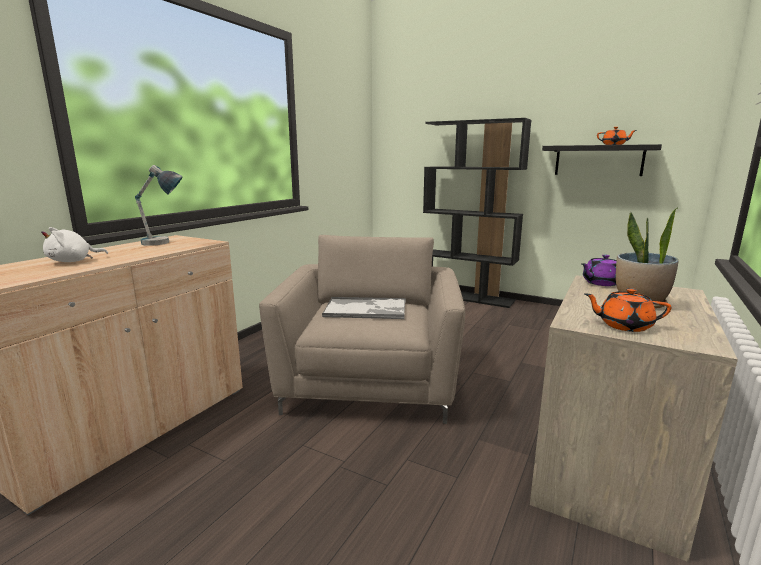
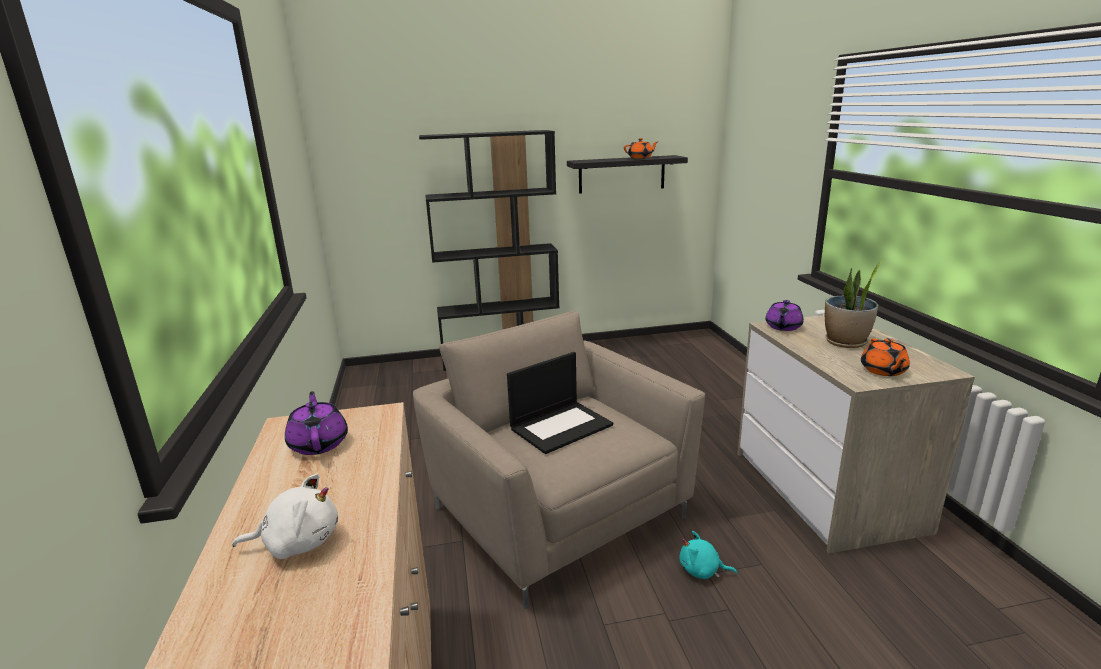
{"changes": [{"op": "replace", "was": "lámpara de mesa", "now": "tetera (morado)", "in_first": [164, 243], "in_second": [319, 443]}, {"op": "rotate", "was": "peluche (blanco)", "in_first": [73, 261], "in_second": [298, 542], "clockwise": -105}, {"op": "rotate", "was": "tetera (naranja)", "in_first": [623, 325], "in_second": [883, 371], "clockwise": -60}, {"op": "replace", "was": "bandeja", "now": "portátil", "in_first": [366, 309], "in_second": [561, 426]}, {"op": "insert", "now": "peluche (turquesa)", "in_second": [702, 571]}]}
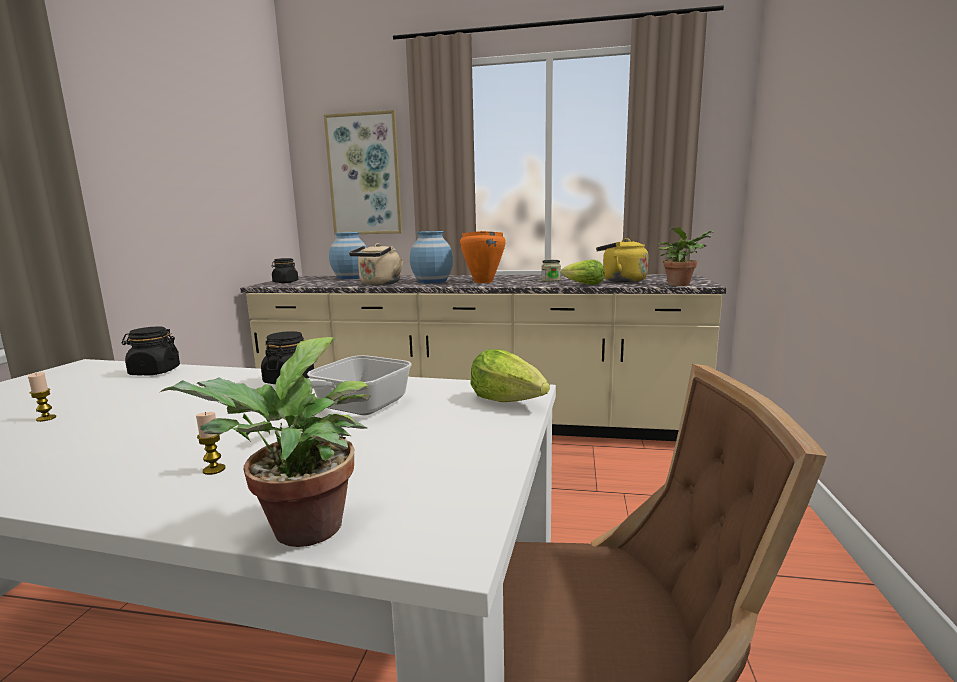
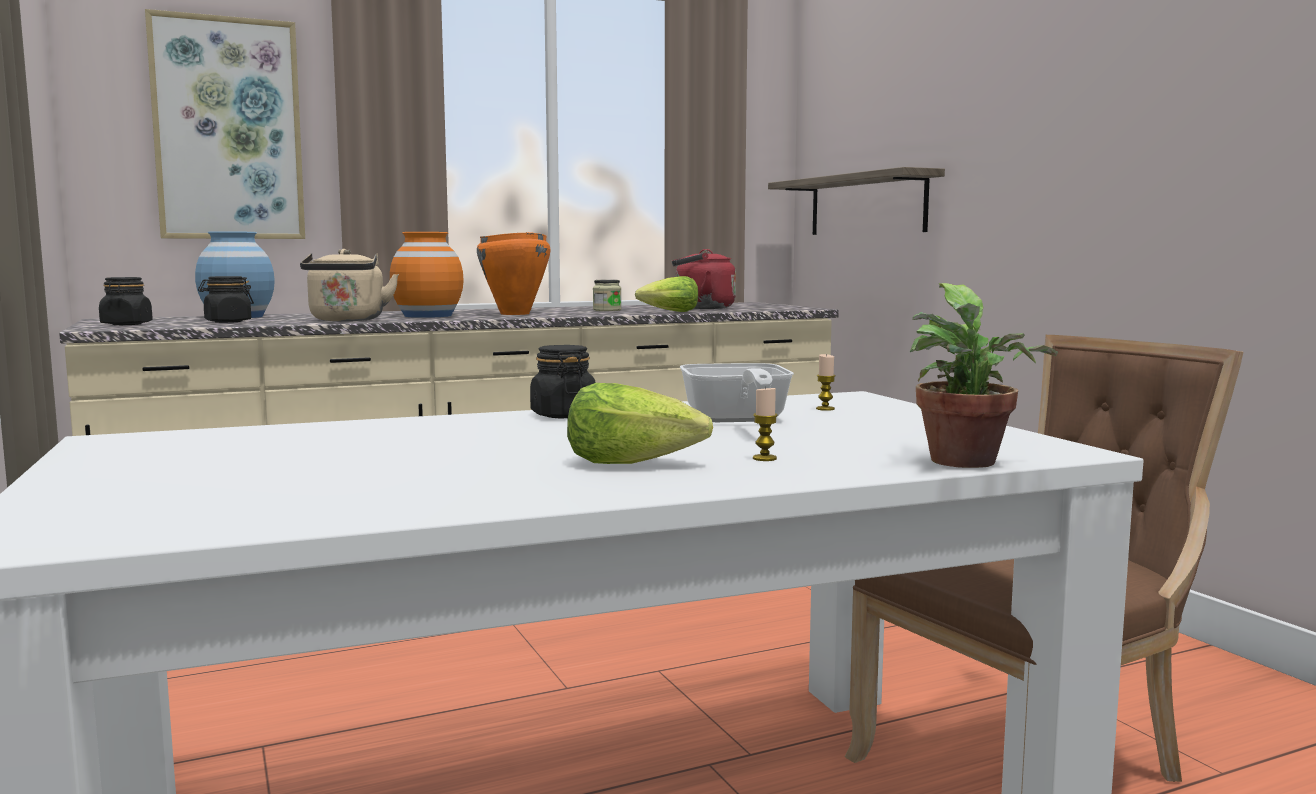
{"changes": [{"op": "delete", "was": "planta en maceta", "in_first": [680, 284]}, {"op": "recolor", "was": "florero (azul)", "now": "florero (naranja)", "in_first": [432, 281], "in_second": [427, 316]}, {"op": "recolor", "was": "hervidor (amarillo)", "now": "hervidor (rojo)", "in_first": [621, 281], "in_second": [700, 308]}, {"op": "move", "was": "tarro (negro)", "in_first": [154, 372], "in_second": [227, 321]}, {"op": "move", "was": "lechuga", "in_first": [509, 400], "in_second": [633, 462]}, {"op": "move", "was": "vela", "in_first": [46, 418], "in_second": [825, 409]}, {"op": "insert", "now": "estante", "in_second": [866, 205]}]}
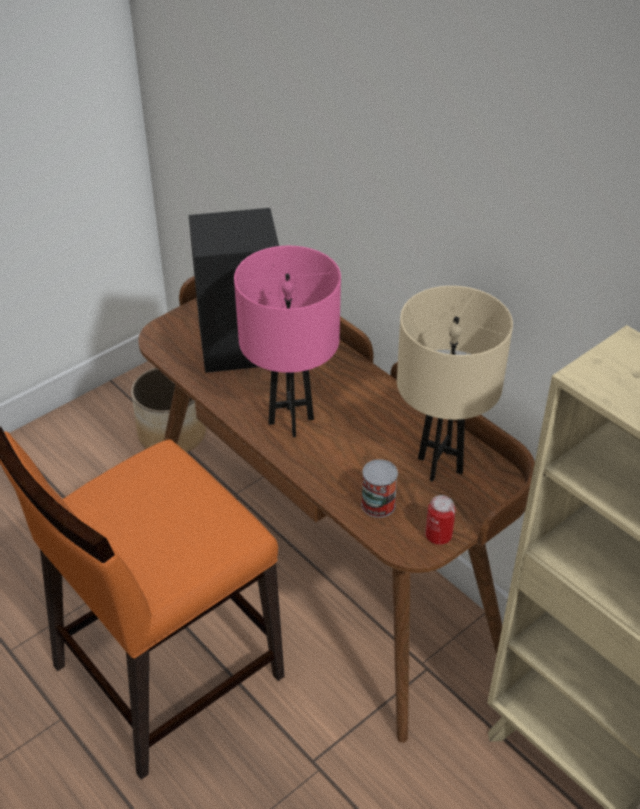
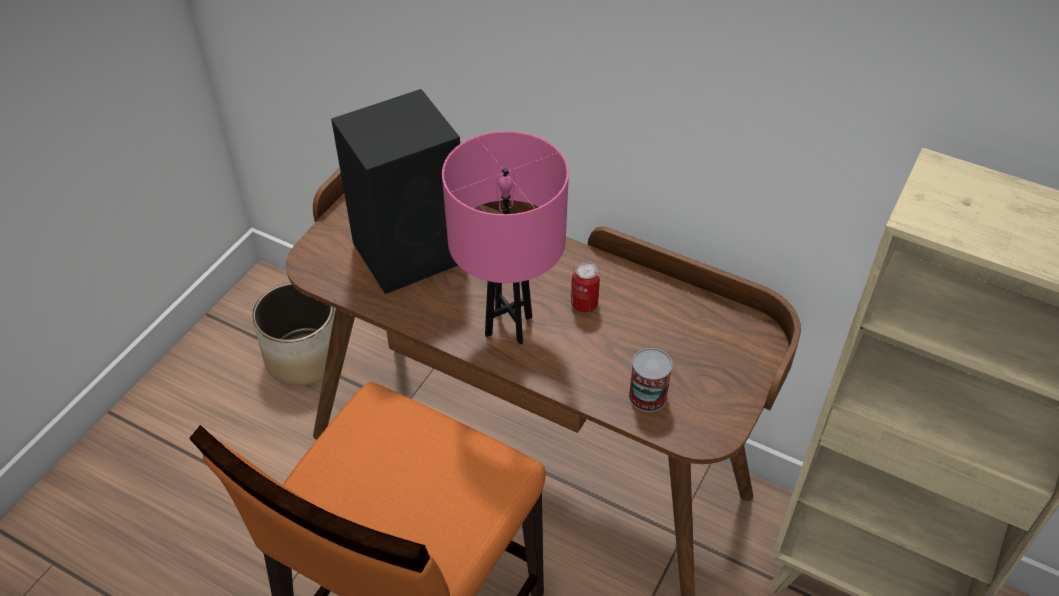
{"changes": [{"op": "delete", "was": "lámpara de mesa (beis)", "in_first": [440, 466]}, {"op": "move", "was": "lata", "in_first": [438, 536], "in_second": [584, 304]}]}
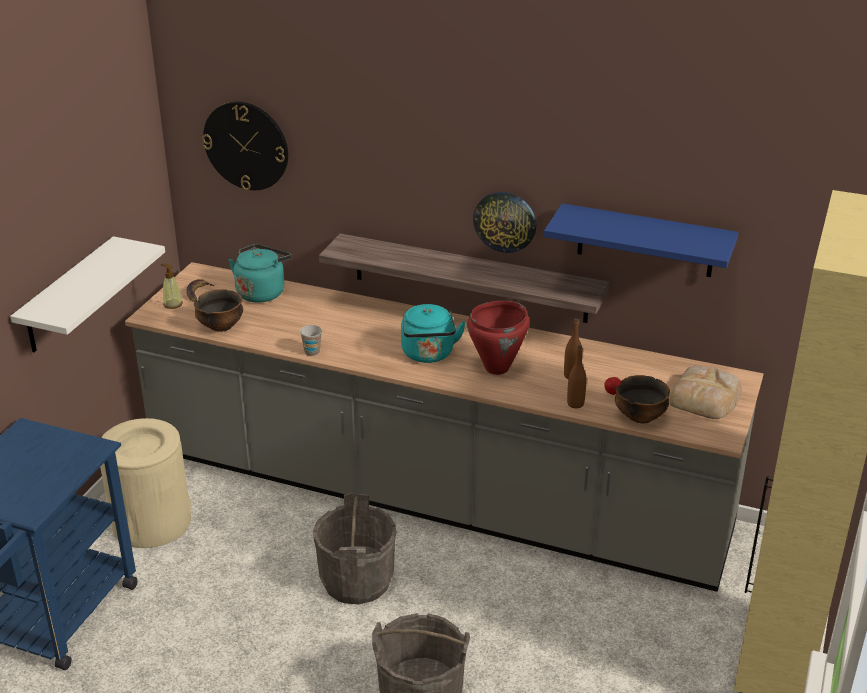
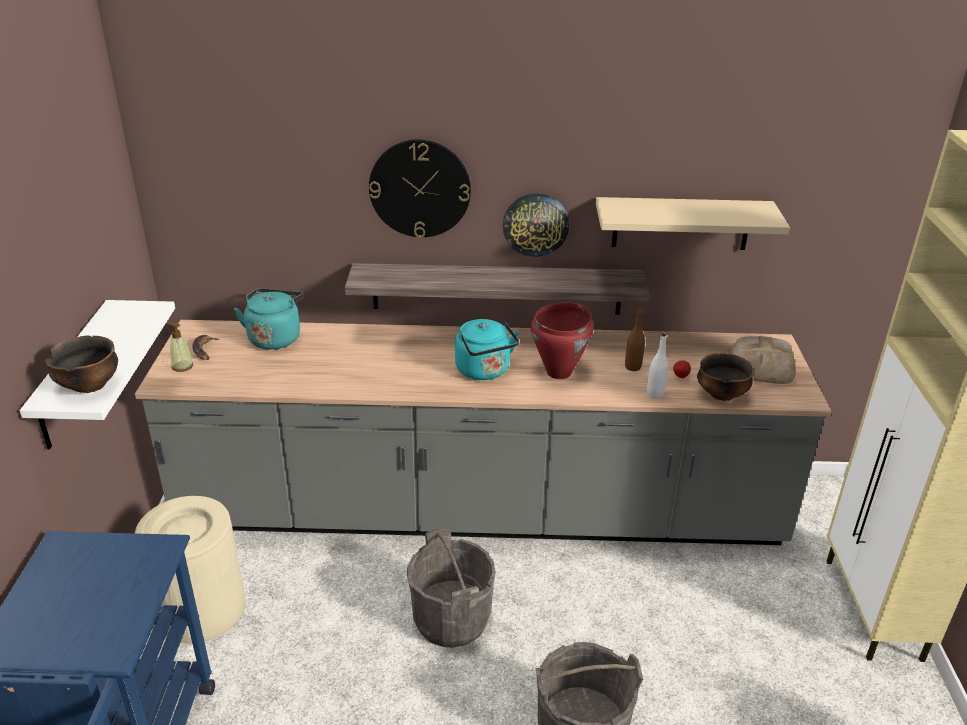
{"changes": [{"op": "move", "was": "reloj de pared", "in_first": [246, 145], "in_second": [420, 188]}, {"op": "recolor", "was": "estante (azul)", "now": "estante (beis)", "in_first": [645, 241], "in_second": [681, 223]}, {"op": "move", "was": "cuenco", "in_first": [221, 326], "in_second": [89, 386]}, {"op": "delete", "was": "taza", "in_first": [312, 352]}, {"op": "recolor", "was": "botella (marrón)", "now": "botella (blanco)", "in_first": [575, 404], "in_second": [655, 393]}]}
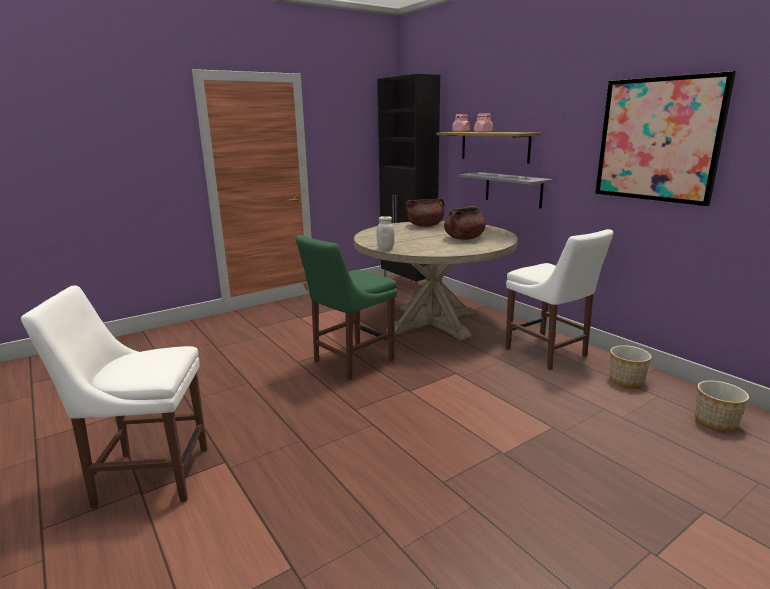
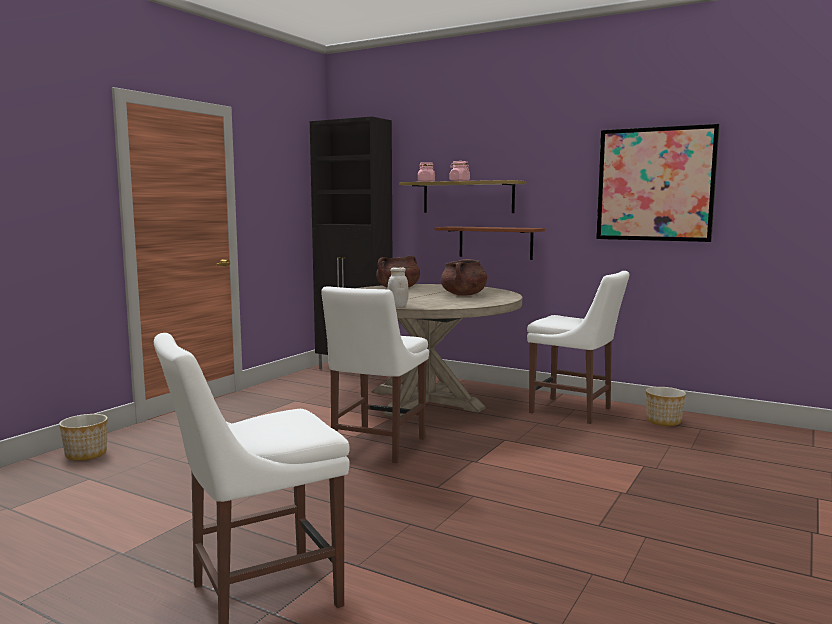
{"changes": [{"op": "recolor", "was": "estante (gris)", "now": "estante (marrón)", "in_first": [513, 189], "in_second": [495, 242]}, {"op": "recolor", "was": "silla (verde)", "now": "silla (blanco)", "in_first": [350, 361], "in_second": [376, 447]}, {"op": "move", "was": "maceta", "in_first": [715, 421], "in_second": [86, 454]}]}
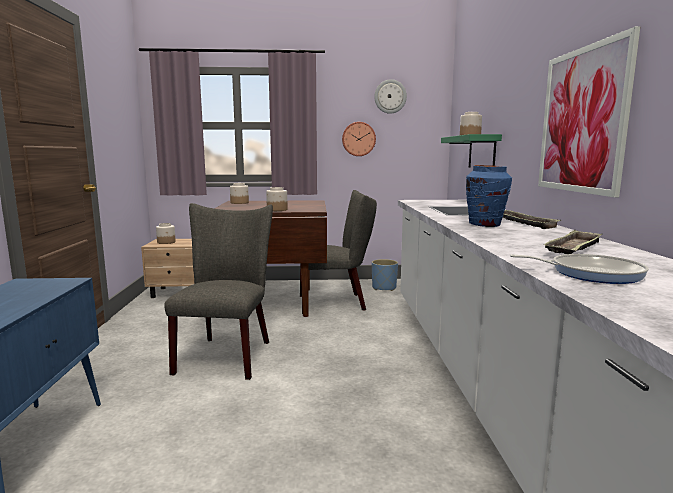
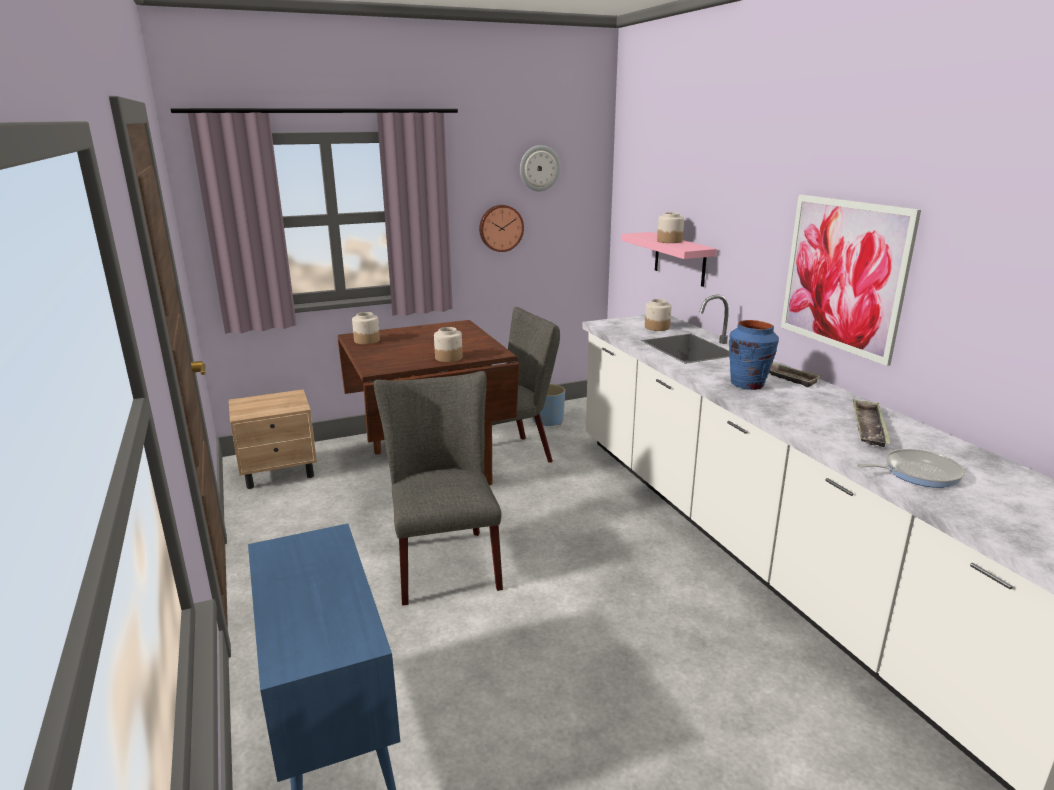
{"changes": [{"op": "recolor", "was": "estante (verde)", "now": "estante (rosa)", "in_first": [482, 152], "in_second": [680, 259]}, {"op": "move", "was": "tarro", "in_first": [166, 242], "in_second": [657, 327]}]}
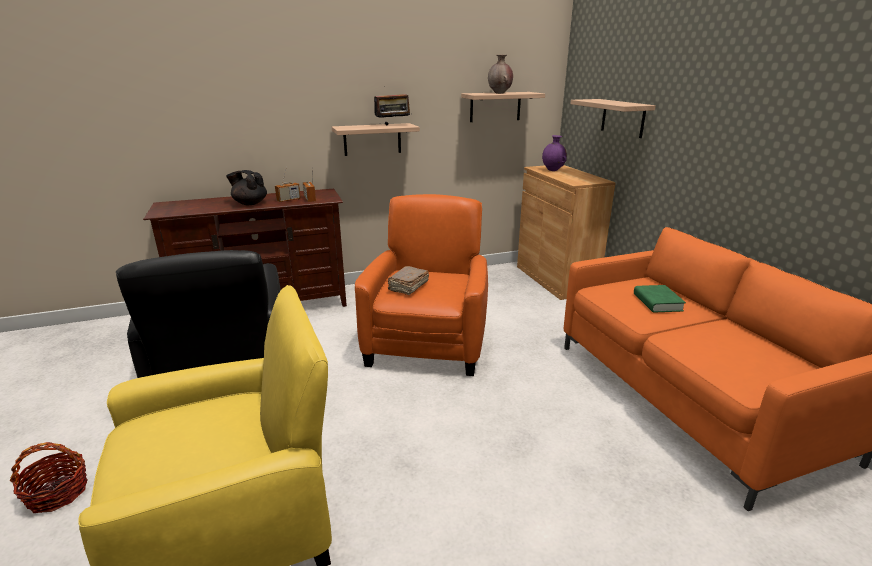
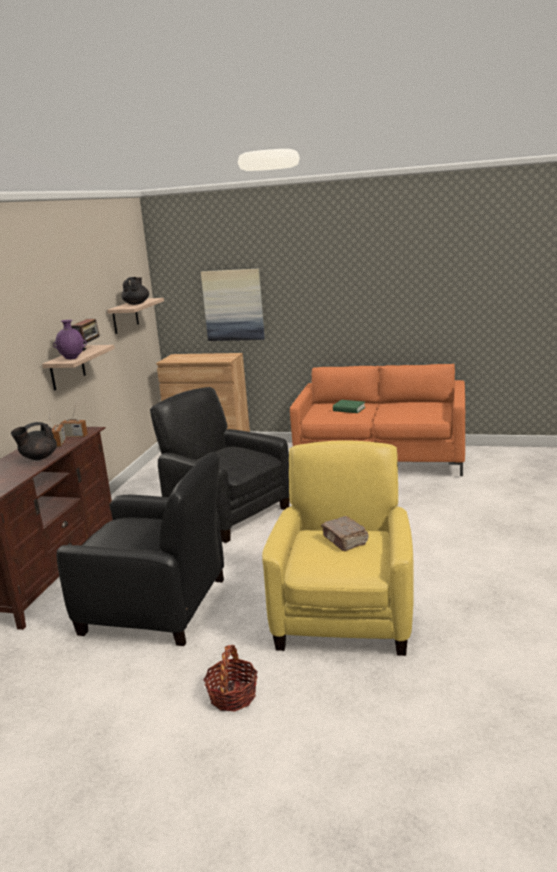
{"changes": [{"op": "replace", "was": "florero (marrón)", "now": "tetera (negro)", "in_first": [499, 93], "in_second": [136, 303]}, {"op": "replace", "was": "estante", "now": "cuadro", "in_first": [623, 118], "in_second": [233, 305]}, {"op": "move", "was": "florero (morado)", "in_first": [553, 170], "in_second": [72, 358]}, {"op": "recolor", "was": "sillón (naranja)", "now": "sillón (negro)", "in_first": [427, 342], "in_second": [227, 513]}, {"op": "move", "was": "libro (marrón)", "in_first": [408, 287], "in_second": [345, 540]}]}
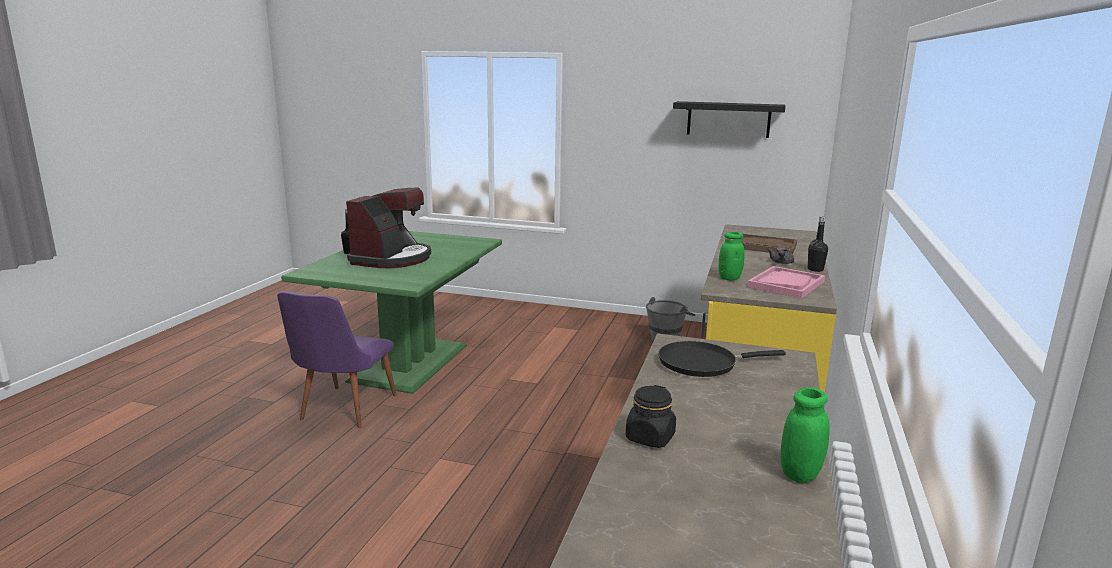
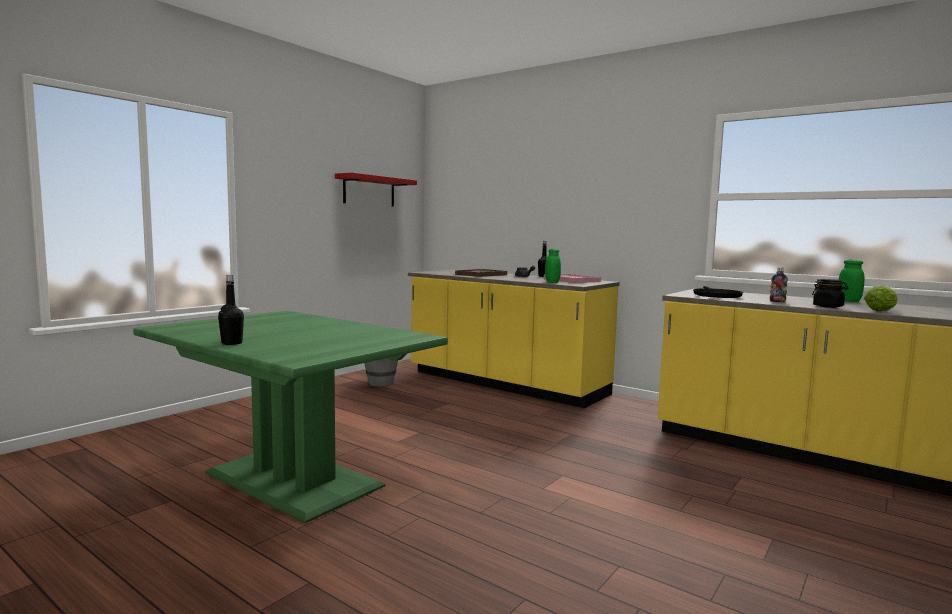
{"changes": [{"op": "recolor", "was": "estante (negro)", "now": "estante (rojo)", "in_first": [728, 119], "in_second": [369, 191]}, {"op": "delete", "was": "cafetera", "in_first": [392, 259]}, {"op": "delete", "was": "silla (morado)", "in_first": [342, 411]}, {"op": "insert", "now": "botella", "in_second": [777, 301]}, {"op": "insert", "now": "lechuga", "in_second": [882, 310]}]}
